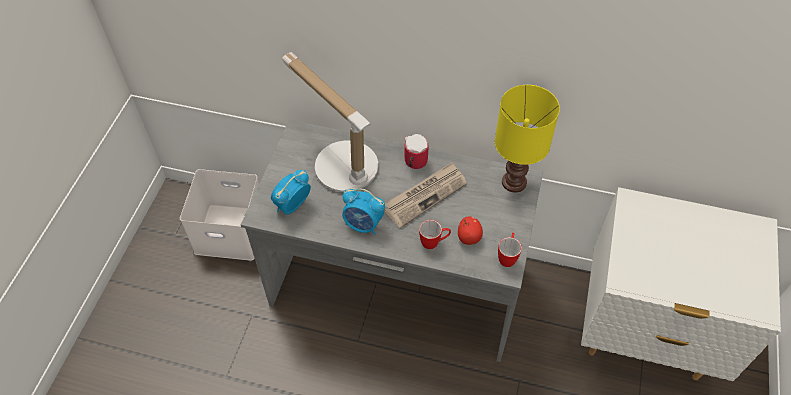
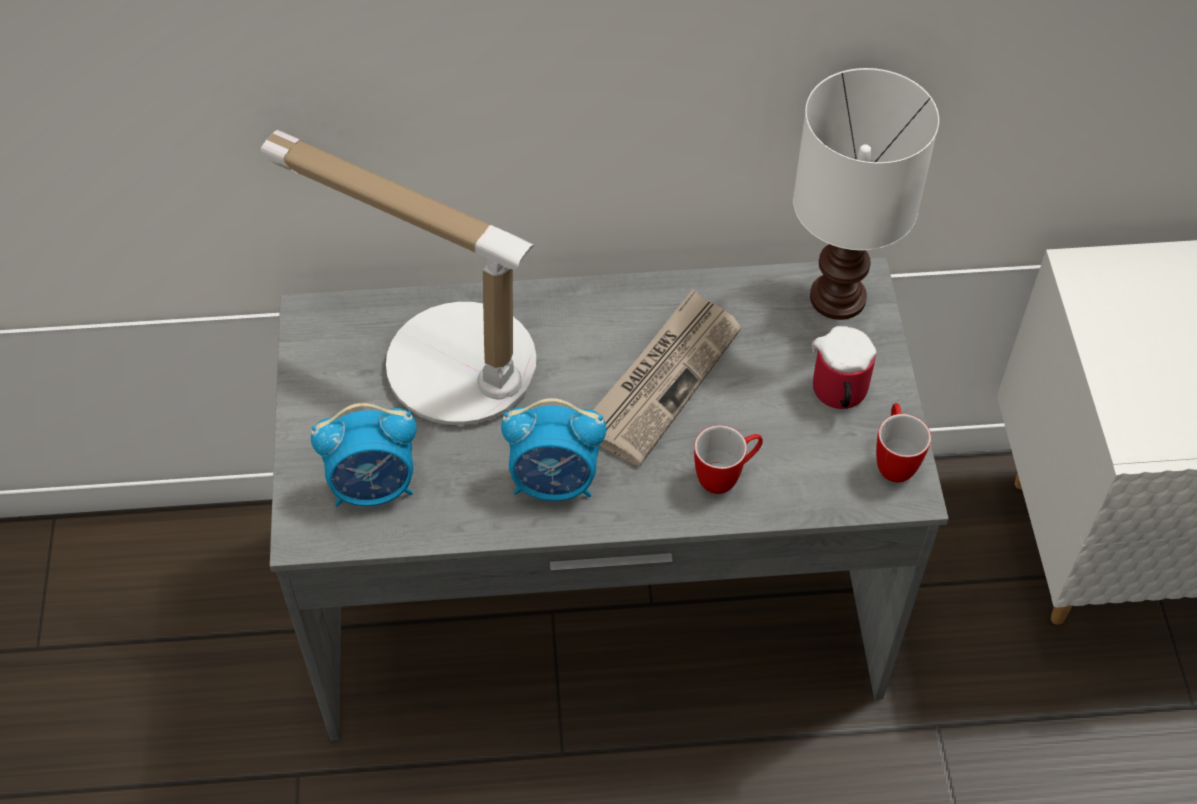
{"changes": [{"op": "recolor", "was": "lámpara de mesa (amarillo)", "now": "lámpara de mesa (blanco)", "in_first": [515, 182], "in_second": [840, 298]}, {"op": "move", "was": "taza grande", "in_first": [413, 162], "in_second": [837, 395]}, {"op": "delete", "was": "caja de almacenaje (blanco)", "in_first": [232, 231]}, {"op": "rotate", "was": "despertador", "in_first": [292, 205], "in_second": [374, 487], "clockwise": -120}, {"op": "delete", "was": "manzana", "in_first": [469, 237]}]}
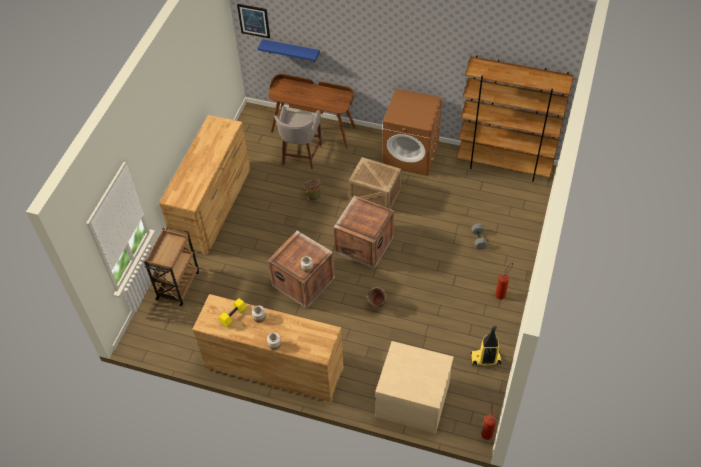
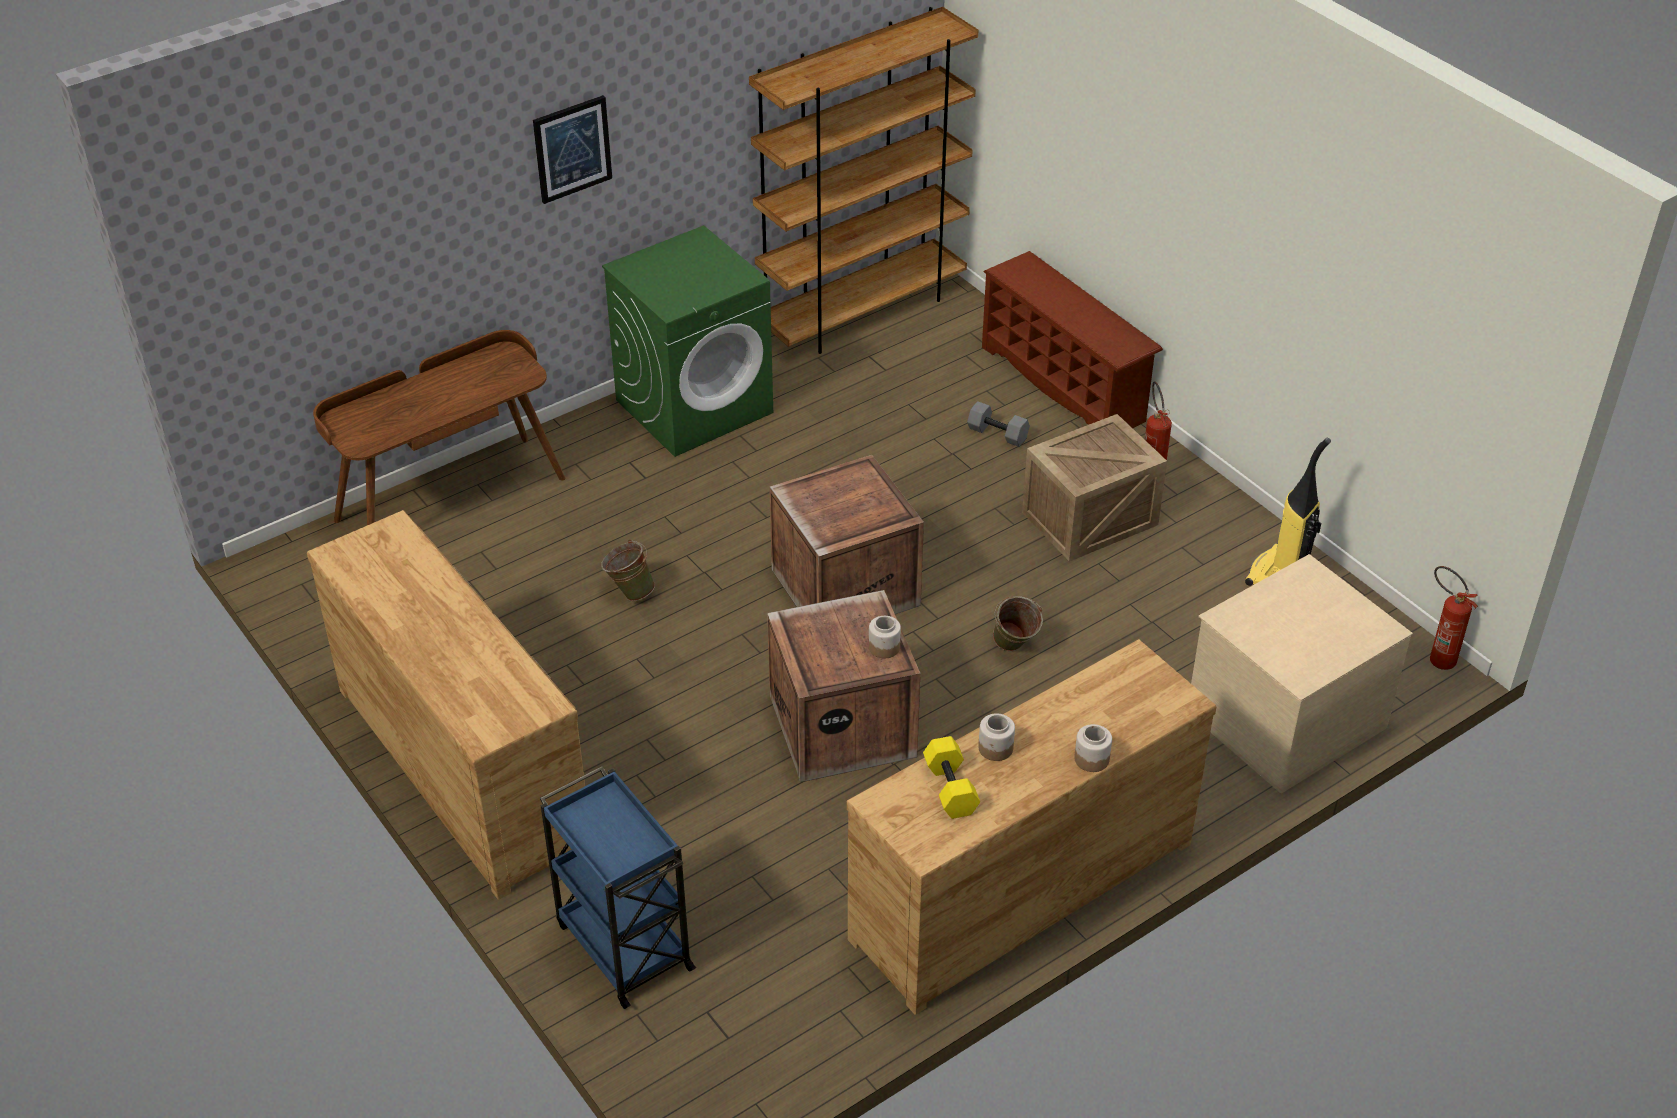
{"changes": [{"op": "move", "was": "cuadro", "in_first": [254, 20], "in_second": [572, 148]}, {"op": "delete", "was": "estante (azul)", "in_first": [291, 51]}, {"op": "recolor", "was": "lavadora (marrón)", "now": "lavadora (verde)", "in_first": [411, 155], "in_second": [695, 406]}, {"op": "delete", "was": "taburete (gris)", "in_first": [300, 155]}, {"op": "move", "was": "caja de embalaje", "in_first": [376, 195], "in_second": [1090, 517]}, {"op": "recolor", "was": "carrito (marrón)", "now": "carrito (azul)", "in_first": [178, 284], "in_second": [623, 944]}, {"op": "insert", "now": "zapatero (marrón)", "in_second": [1065, 384]}]}
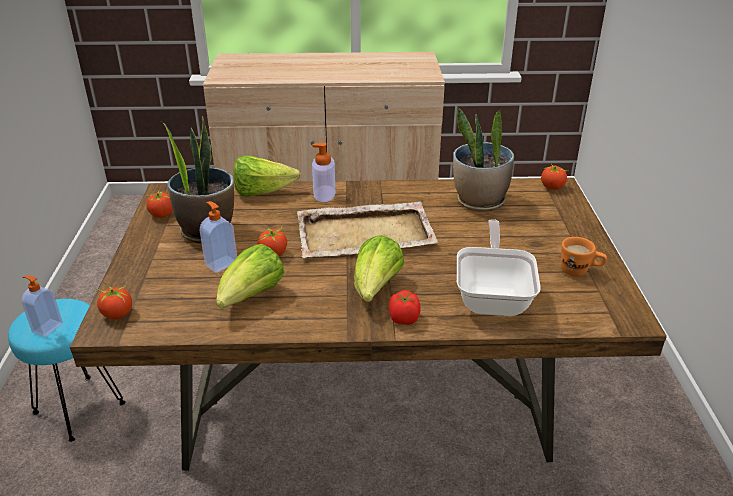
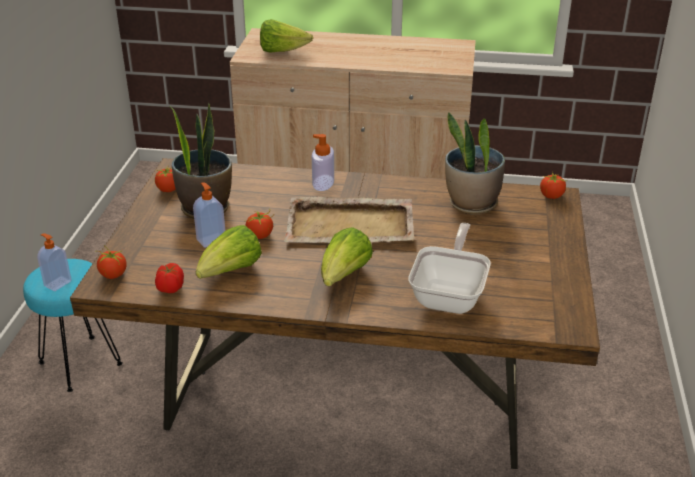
{"changes": [{"op": "move", "was": "lechuga", "in_first": [262, 192], "in_second": [282, 51]}, {"op": "delete", "was": "taza grande (naranja)", "in_first": [580, 272]}, {"op": "move", "was": "tomate", "in_first": [403, 319], "in_second": [170, 288]}]}
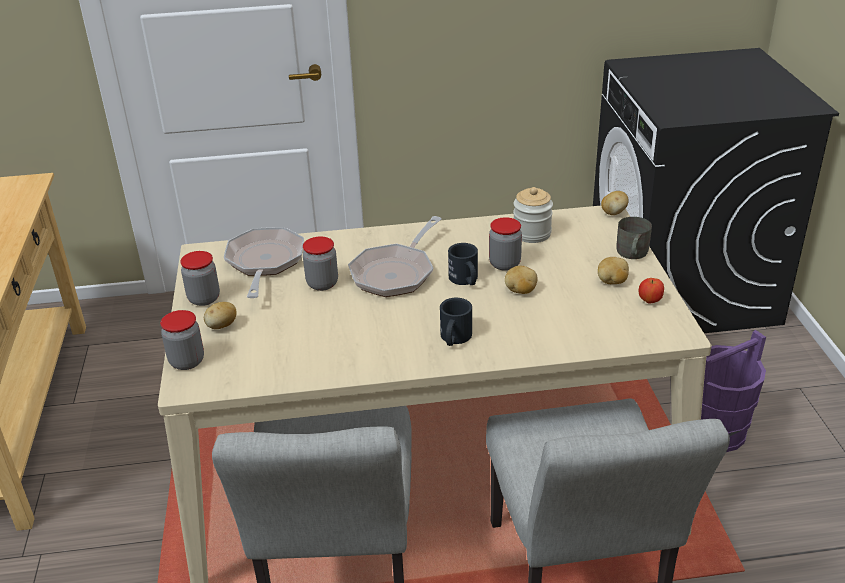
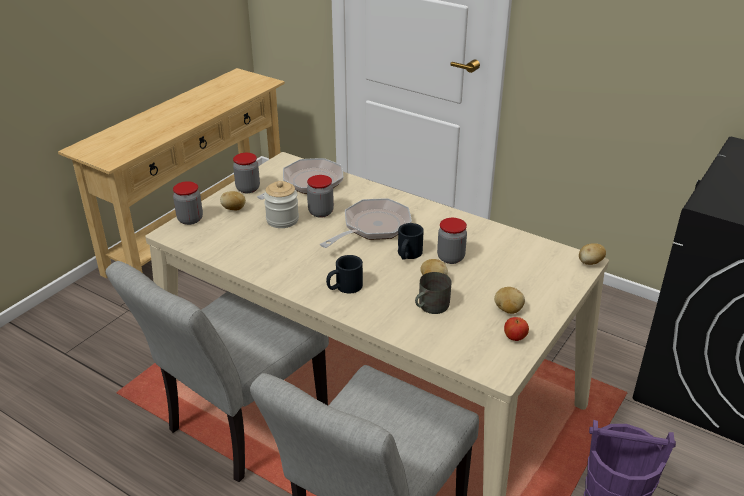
{"changes": [{"op": "move", "was": "tarro", "in_first": [531, 233], "in_second": [282, 220]}, {"op": "rotate", "was": "sartén", "in_first": [395, 272], "in_second": [372, 227], "clockwise": 150}, {"op": "move", "was": "taza grande (gris)", "in_first": [631, 253], "in_second": [430, 306]}]}
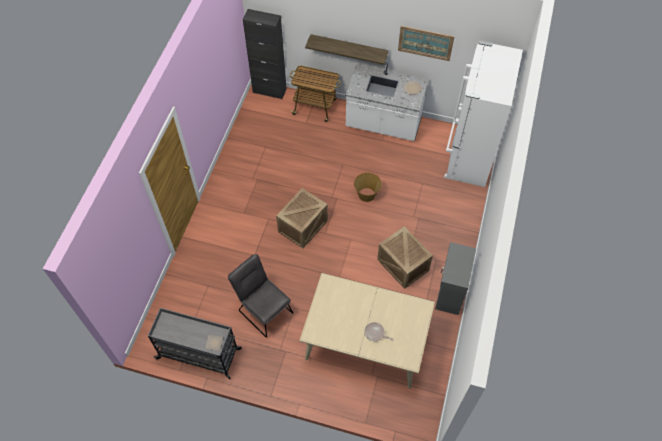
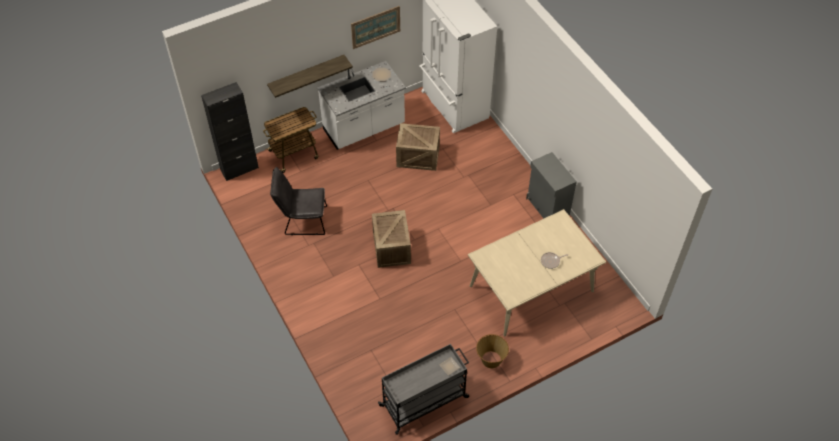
{"changes": [{"op": "move", "was": "cesta", "in_first": [367, 194], "in_second": [491, 359]}, {"op": "move", "was": "caja de embalaje", "in_first": [403, 265], "in_second": [418, 156]}, {"op": "move", "was": "silla (gris)", "in_first": [263, 309], "in_second": [302, 220]}]}
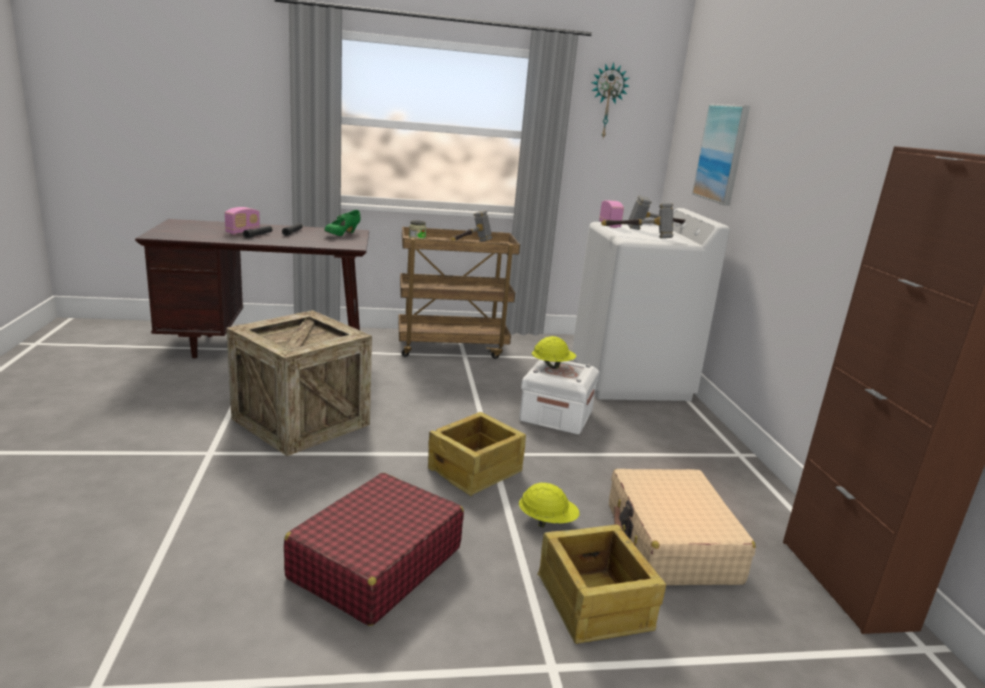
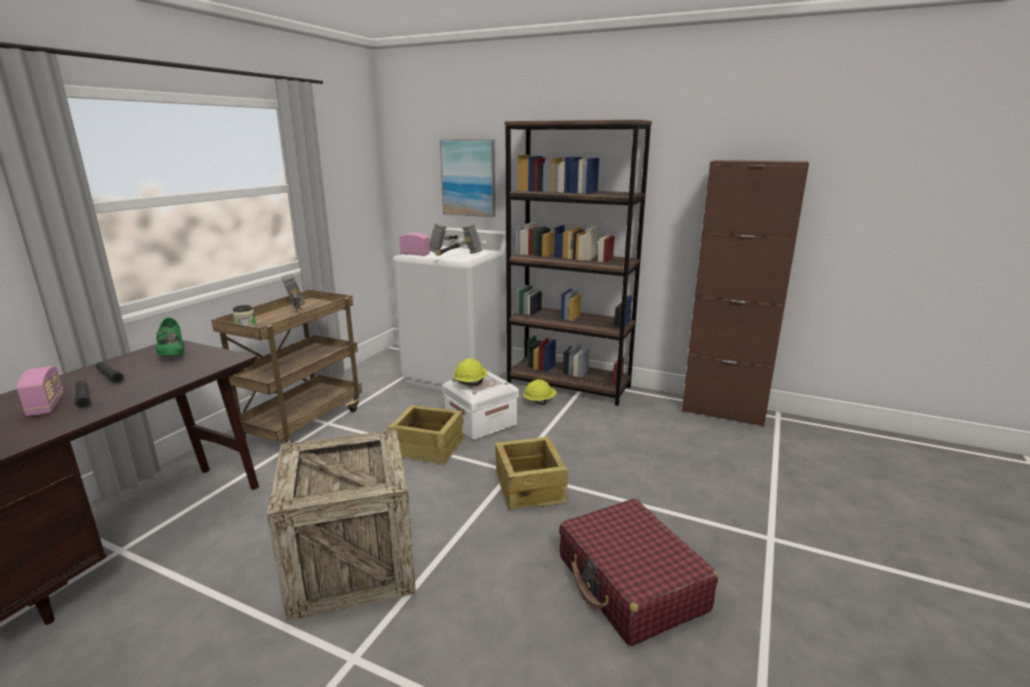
{"changes": [{"op": "delete", "was": "reloj de pared", "in_first": [607, 101]}, {"op": "delete", "was": "maleta (beis)", "in_first": [670, 543]}, {"op": "move", "was": "casco (amarillo)", "in_first": [547, 521], "in_second": [539, 402]}, {"op": "move", "was": "caja de embalaje", "in_first": [593, 603], "in_second": [428, 448]}, {"op": "insert", "now": "estantería (marrón)", "in_second": [568, 385]}]}
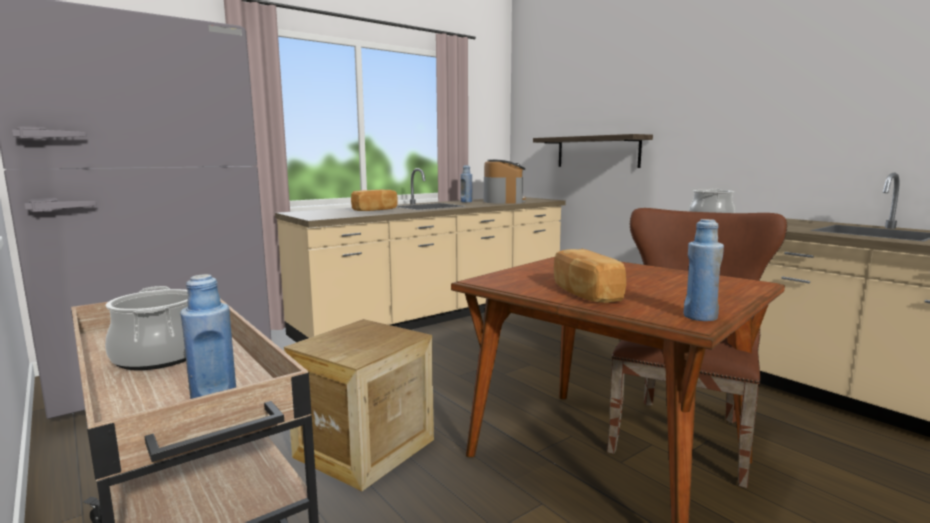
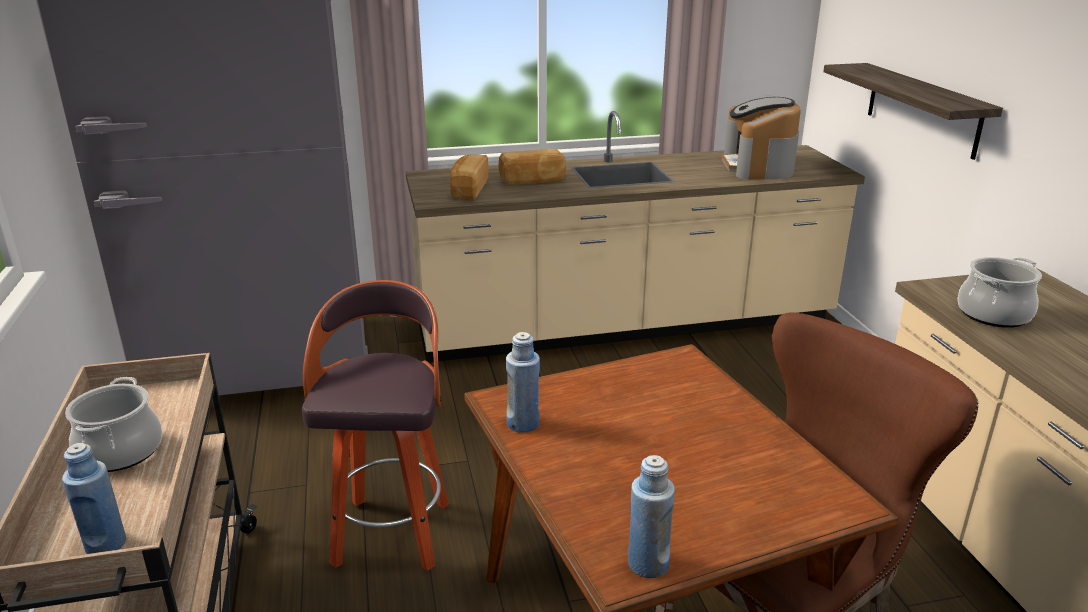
{"changes": [{"op": "rotate", "was": "cafetera", "in_first": [504, 201], "in_second": [758, 166], "clockwise": 150}, {"op": "move", "was": "botella (azul)", "in_first": [466, 202], "in_second": [523, 424]}, {"op": "move", "was": "pan", "in_first": [584, 293], "in_second": [468, 190]}, {"op": "replace", "was": "caja de embalaje", "now": "taburete", "in_first": [365, 448], "in_second": [392, 531]}]}
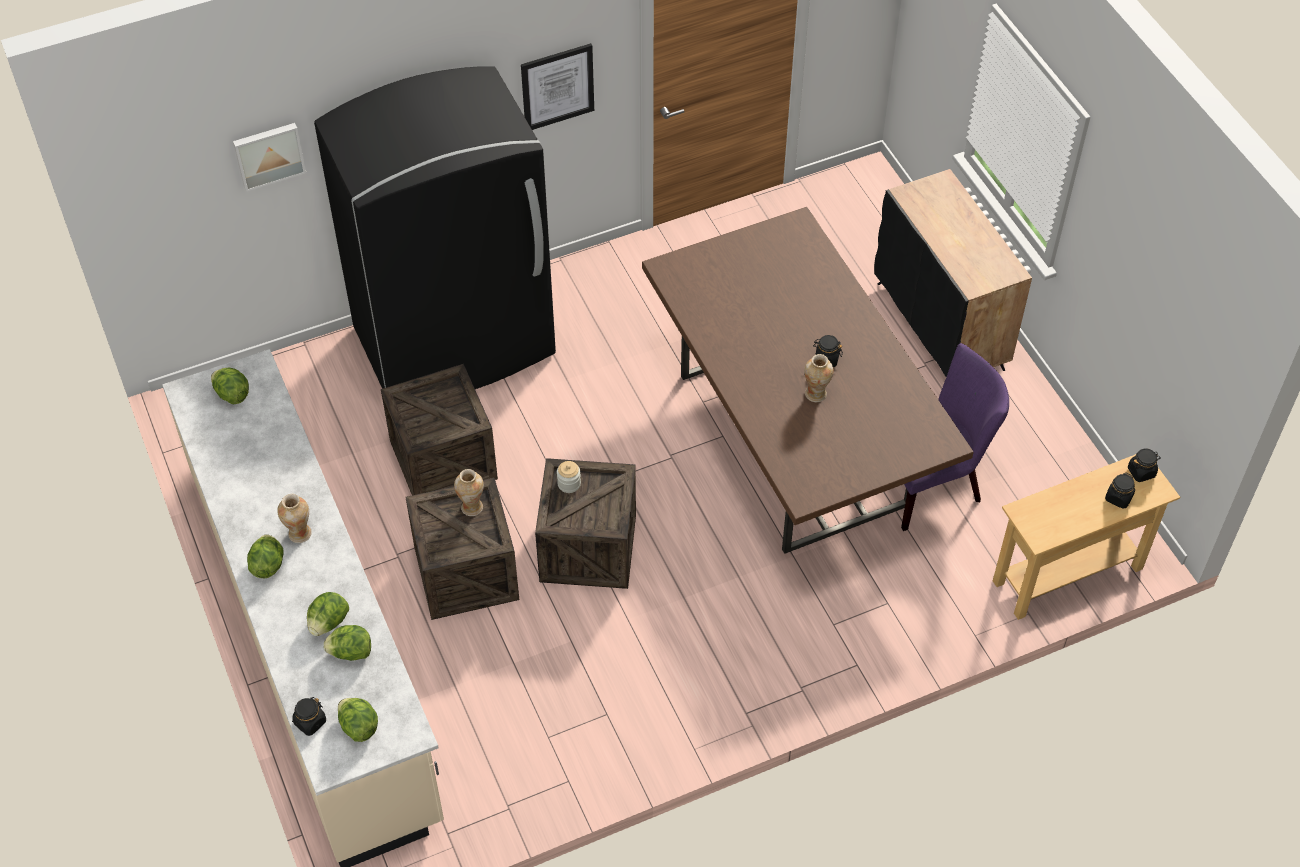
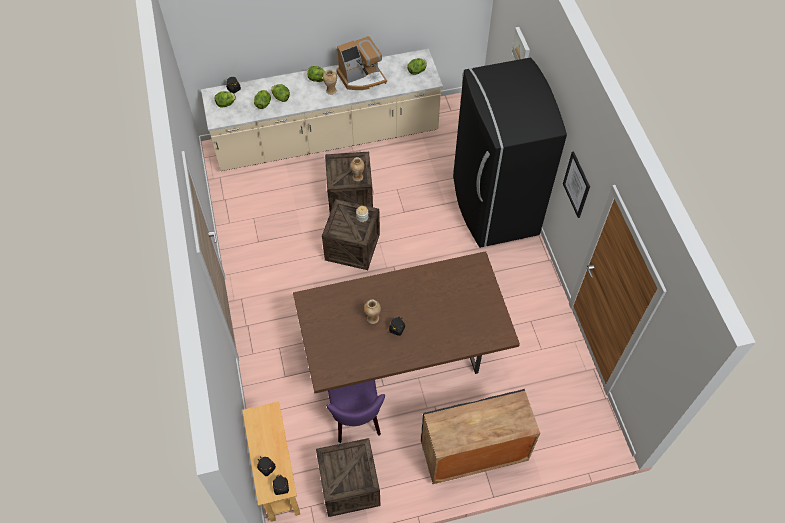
{"changes": [{"op": "move", "was": "caja de embalaje", "in_first": [443, 460], "in_second": [349, 485]}, {"op": "insert", "now": "cafetera", "in_second": [362, 77]}]}
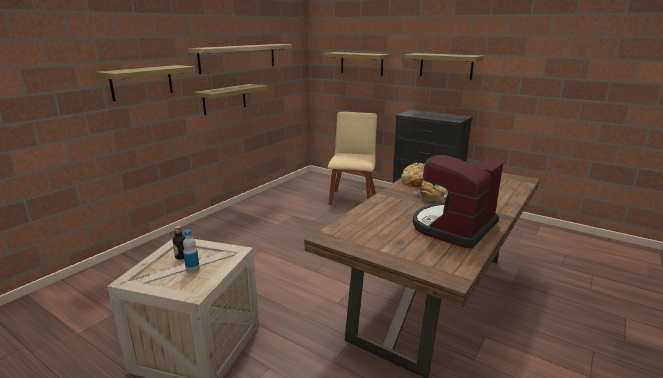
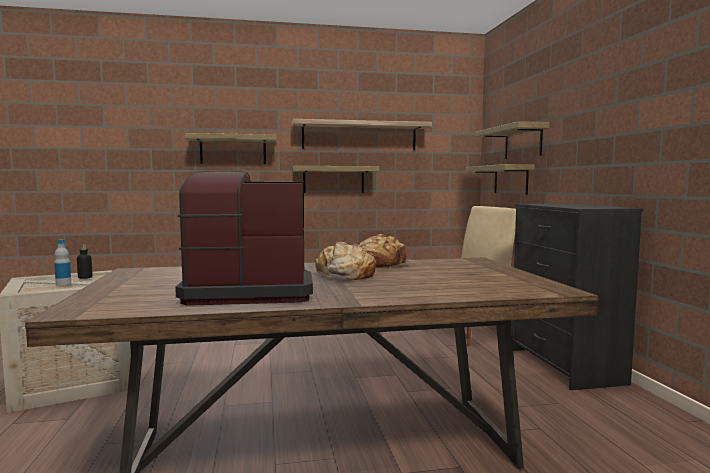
{"changes": [{"op": "move", "was": "estante", "in_first": [446, 66], "in_second": [510, 179]}]}
